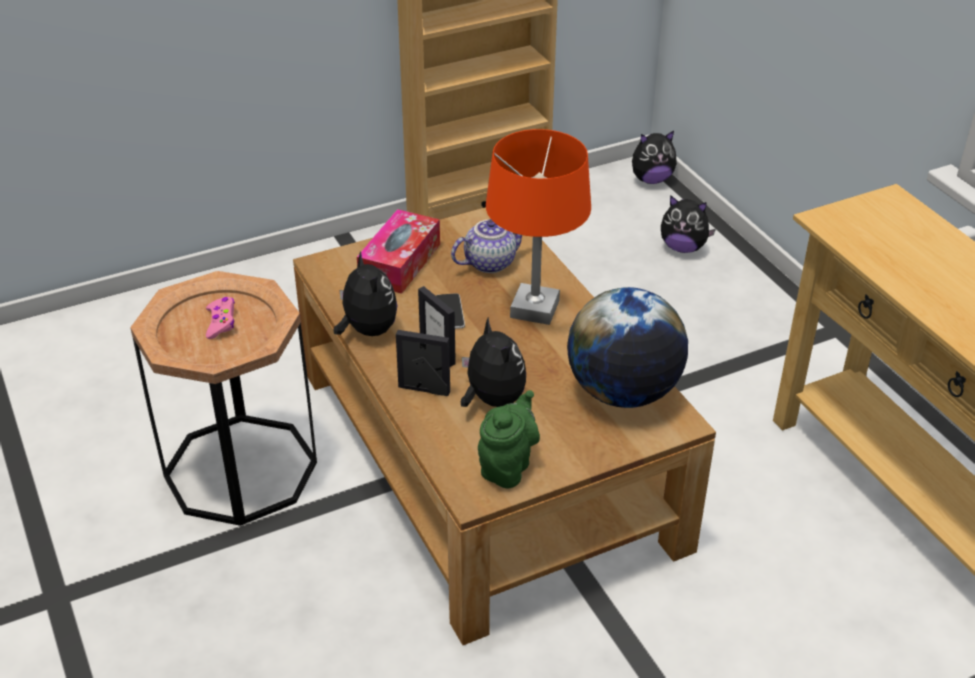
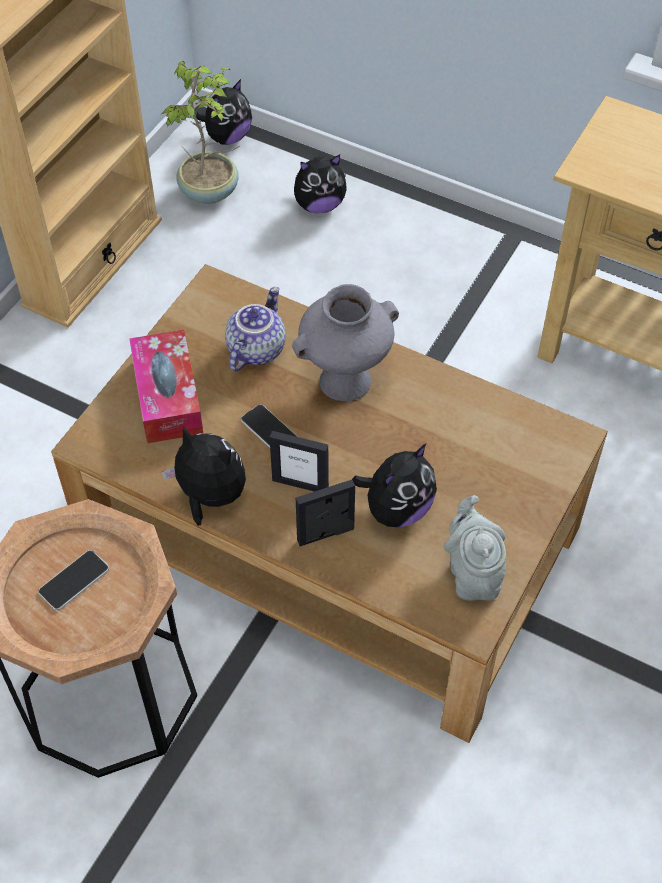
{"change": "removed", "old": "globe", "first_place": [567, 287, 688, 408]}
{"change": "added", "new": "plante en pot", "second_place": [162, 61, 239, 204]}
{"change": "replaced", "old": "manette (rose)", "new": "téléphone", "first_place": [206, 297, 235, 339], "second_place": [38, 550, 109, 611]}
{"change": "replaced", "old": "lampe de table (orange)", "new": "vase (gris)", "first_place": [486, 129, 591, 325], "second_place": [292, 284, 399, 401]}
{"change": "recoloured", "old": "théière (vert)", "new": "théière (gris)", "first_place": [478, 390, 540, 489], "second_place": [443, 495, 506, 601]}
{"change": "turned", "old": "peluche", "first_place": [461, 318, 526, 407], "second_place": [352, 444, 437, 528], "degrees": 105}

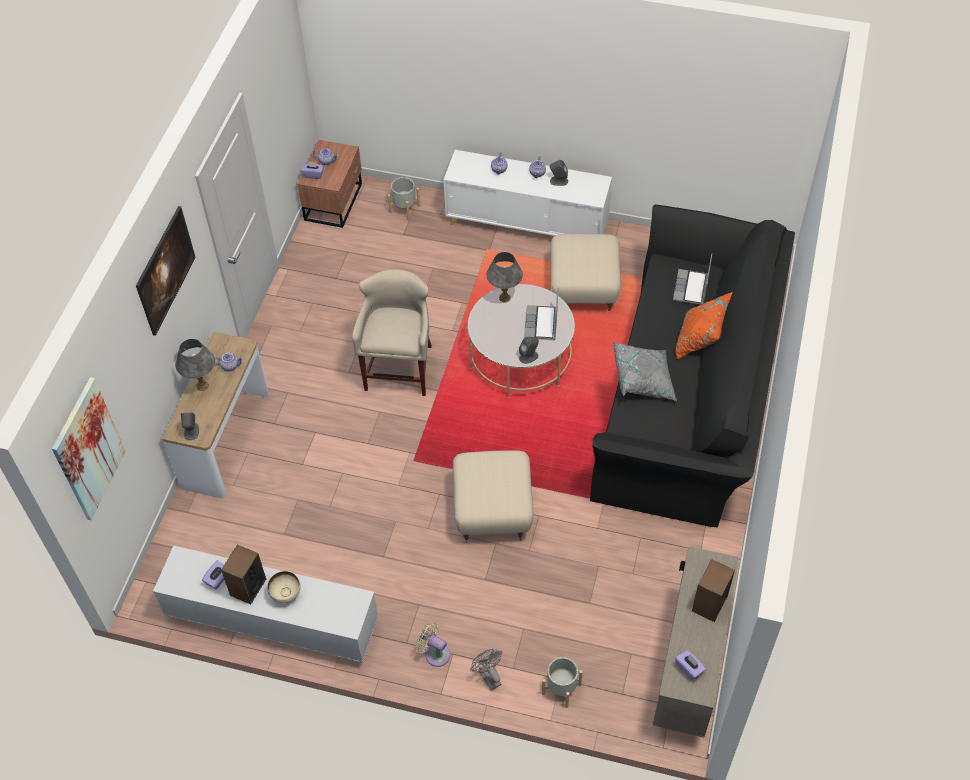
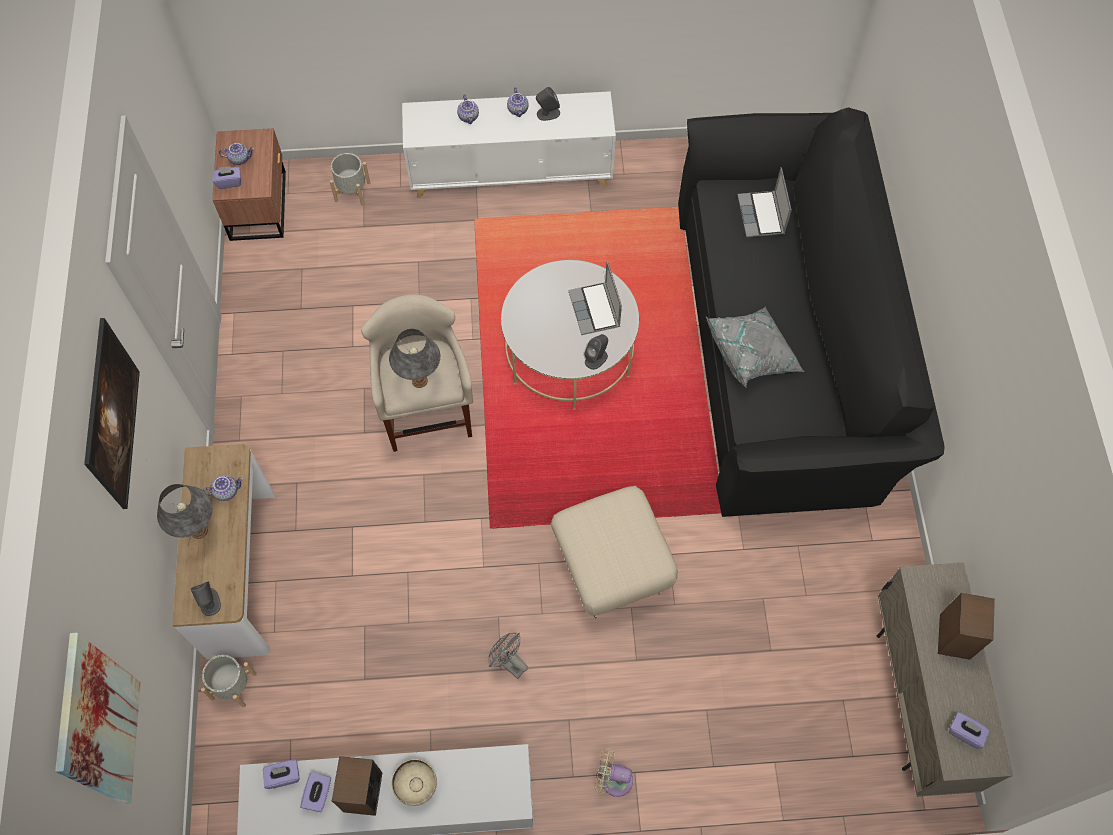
{"change": "removed", "old": "pouf (beige)", "first_place": [551, 234, 621, 313]}
{"change": "removed", "old": "coussin (orange)", "first_place": [675, 292, 732, 360]}
{"change": "added", "new": "boîte à mouchoirs (violet)", "second_place": [263, 760, 300, 789]}
{"change": "moved", "old": "ventilateur (gris)", "first_place": [470, 649, 502, 690], "second_place": [488, 633, 528, 679]}
{"change": "moved", "old": "lampe de table (gris)", "first_place": [486, 252, 523, 302], "second_place": [389, 329, 440, 388]}
{"change": "moved", "old": "cache-pot (gris)", "first_place": [542, 657, 583, 708], "second_place": [201, 655, 257, 708]}

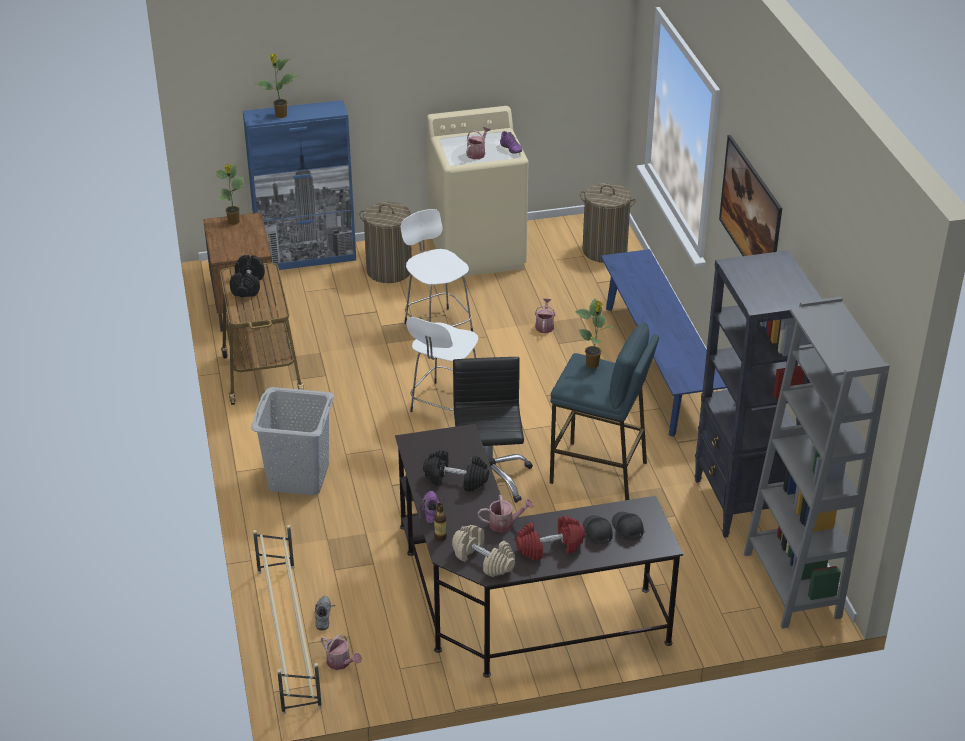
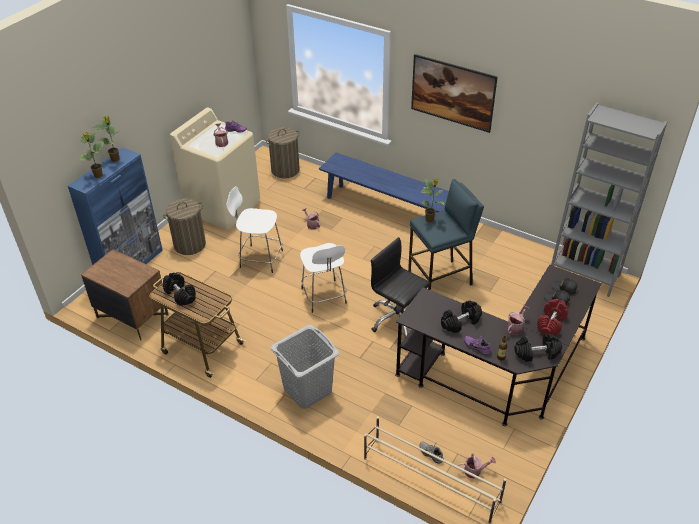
{"change": "removed", "old": "bibliothèque (noir)", "first_place": [694, 250, 822, 538]}
{"change": "moved", "old": "plante en pot", "first_place": [216, 164, 244, 225], "second_place": [93, 116, 122, 162]}
{"change": "recoloured", "old": "haltère (beige)", "new": "haltère (noir)", "first_place": [452, 525, 515, 578], "second_place": [514, 334, 562, 362]}

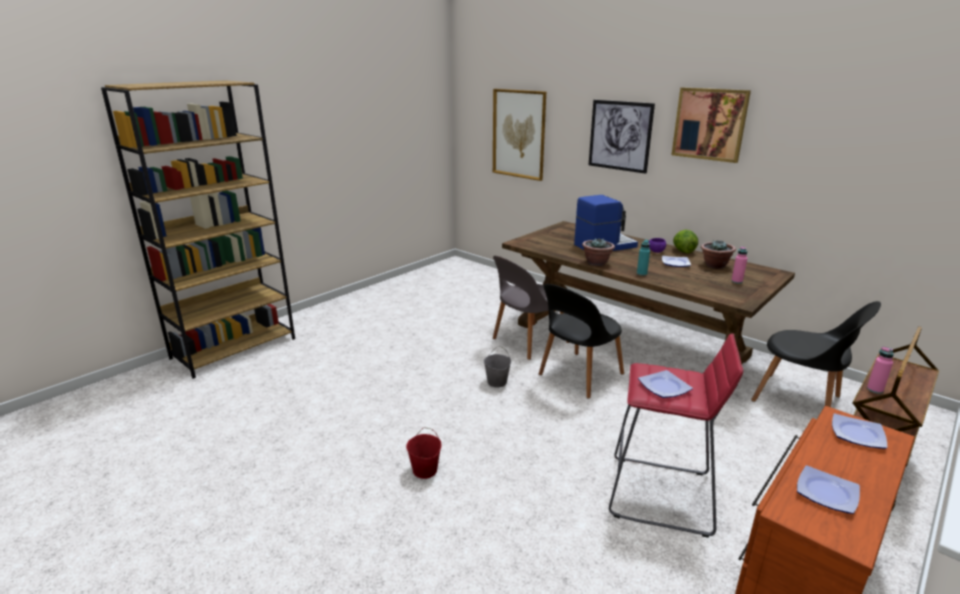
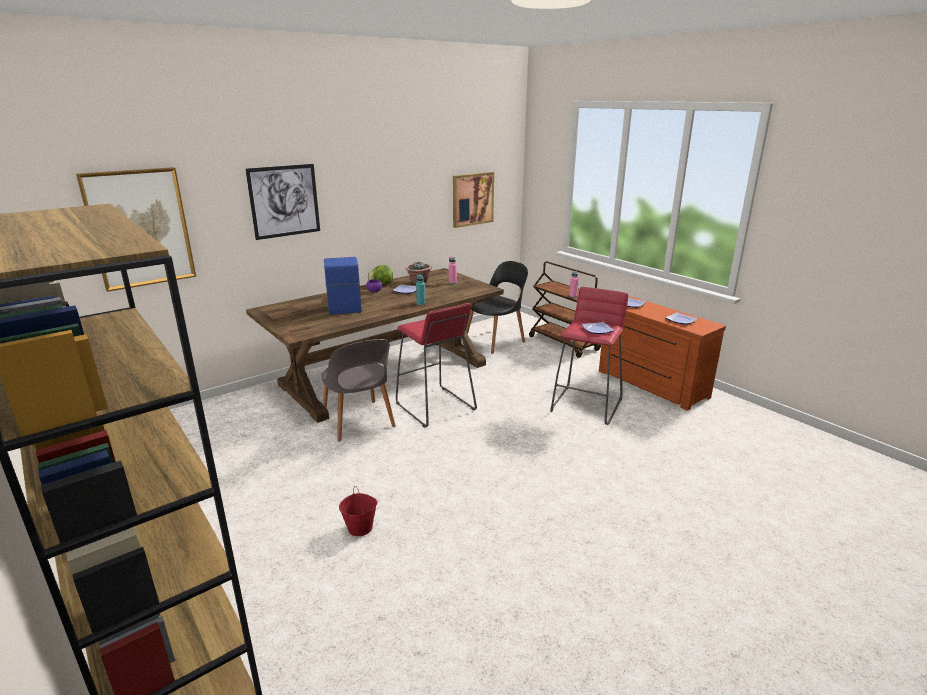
{"change": "removed", "old": "seau (gris)", "first_place": [484, 346, 511, 387]}
{"change": "removed", "old": "plante en pot", "first_place": [582, 237, 615, 266]}
{"change": "moved", "old": "seau (rouge)", "first_place": [406, 428, 441, 479], "second_place": [339, 486, 378, 536]}
{"change": "moved", "old": "tableau", "first_place": [672, 87, 751, 163], "second_place": [453, 172, 494, 228]}
{"change": "replaced", "old": "chaise (noir)", "new": "tabouret (rouge)", "first_place": [539, 284, 624, 399], "second_place": [396, 303, 477, 428]}

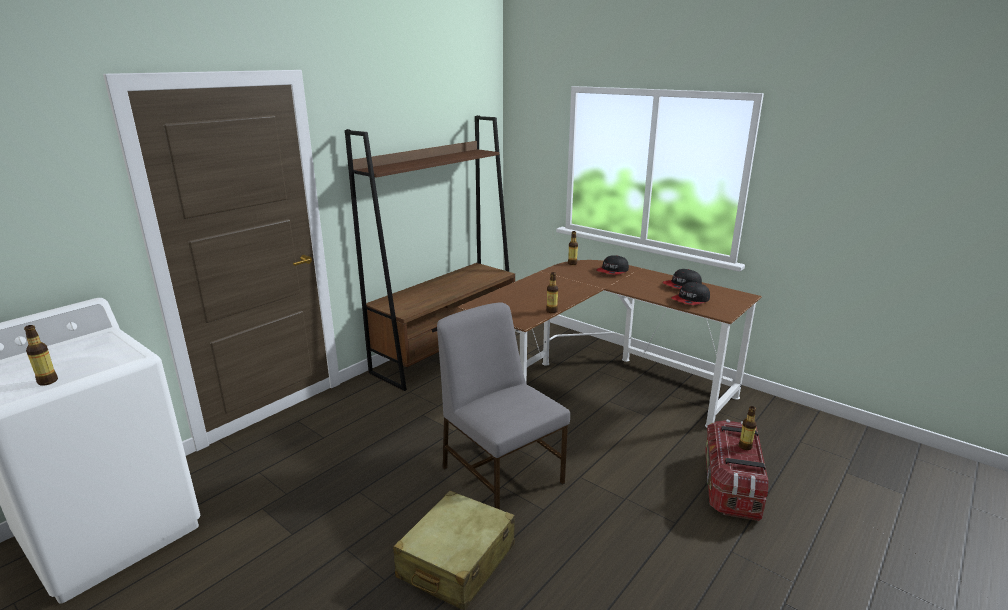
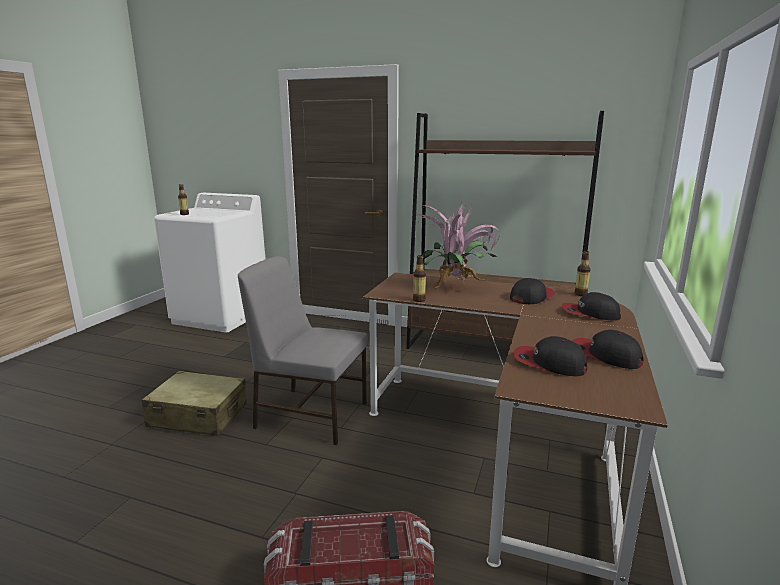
{"change": "removed", "old": "bouteille", "first_place": [739, 406, 757, 450]}
{"change": "added", "new": "plante en pot", "second_place": [418, 201, 499, 291]}
{"change": "added", "new": "casquette", "second_place": [510, 278, 555, 304]}
{"change": "turned", "old": "chaise (gris)", "first_place": [437, 302, 570, 509], "second_place": [238, 256, 368, 445], "degrees": -105}

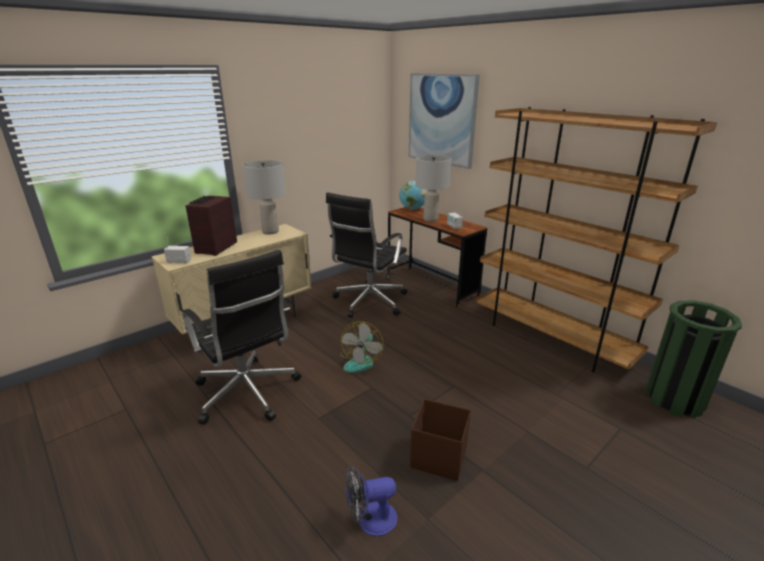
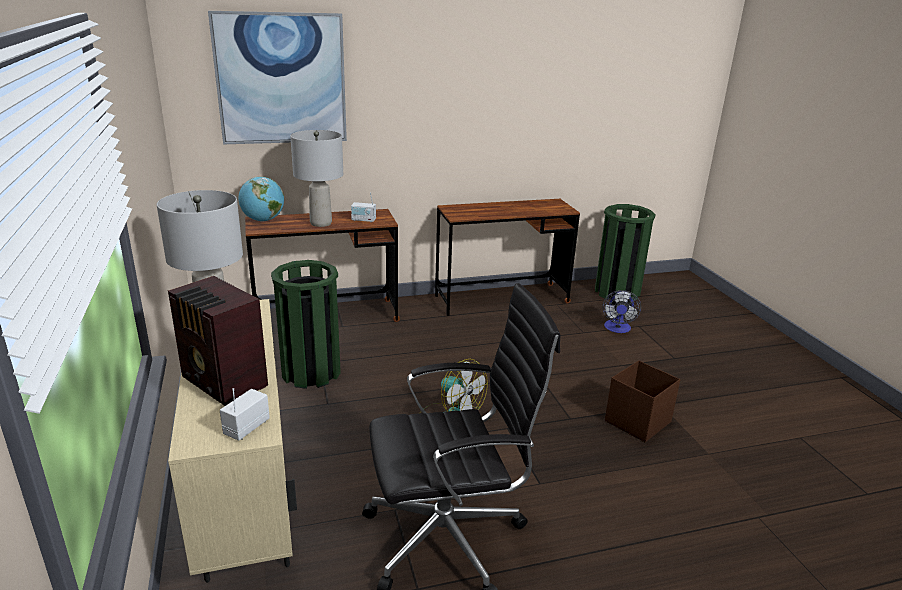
{"change": "moved", "old": "ventilateur", "first_place": [346, 465, 397, 536], "second_place": [602, 290, 641, 333]}
{"change": "replaced", "old": "chaise de bureau (noir)", "new": "poubelle (vert)", "first_place": [326, 193, 407, 318], "second_place": [271, 260, 341, 389]}
{"change": "replaced", "old": "bibliothèque (marron)", "new": "bureau (marron)", "first_place": [476, 107, 717, 373], "second_place": [435, 199, 580, 316]}

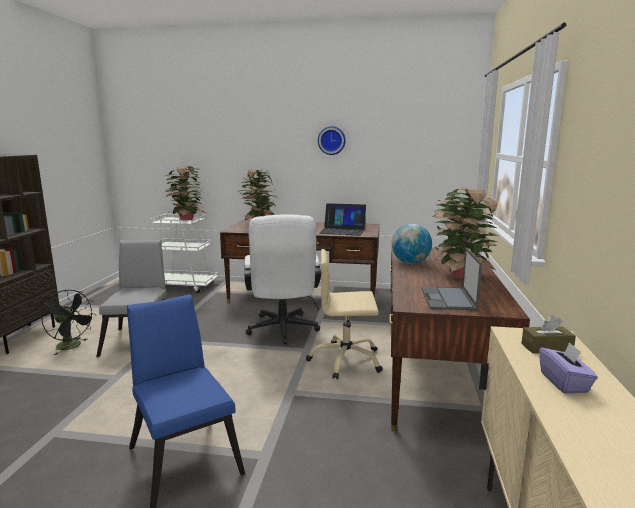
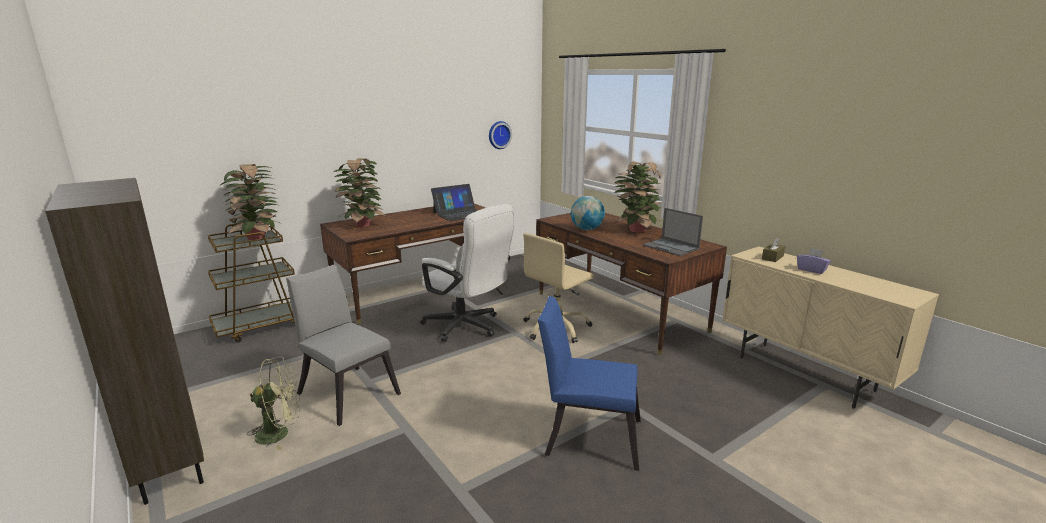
{"change": "moved", "old": "horloge murale", "first_place": [318, 126, 345, 155], "second_place": [489, 121, 512, 149]}
{"change": "recoloured", "old": "ventilateur (noir)", "new": "ventilateur (vert)", "first_place": [41, 290, 96, 355], "second_place": [247, 357, 300, 450]}
{"change": "recoloured", "old": "chariot (blanc)", "new": "chariot (marron)", "first_place": [150, 213, 218, 293], "second_place": [208, 223, 295, 343]}

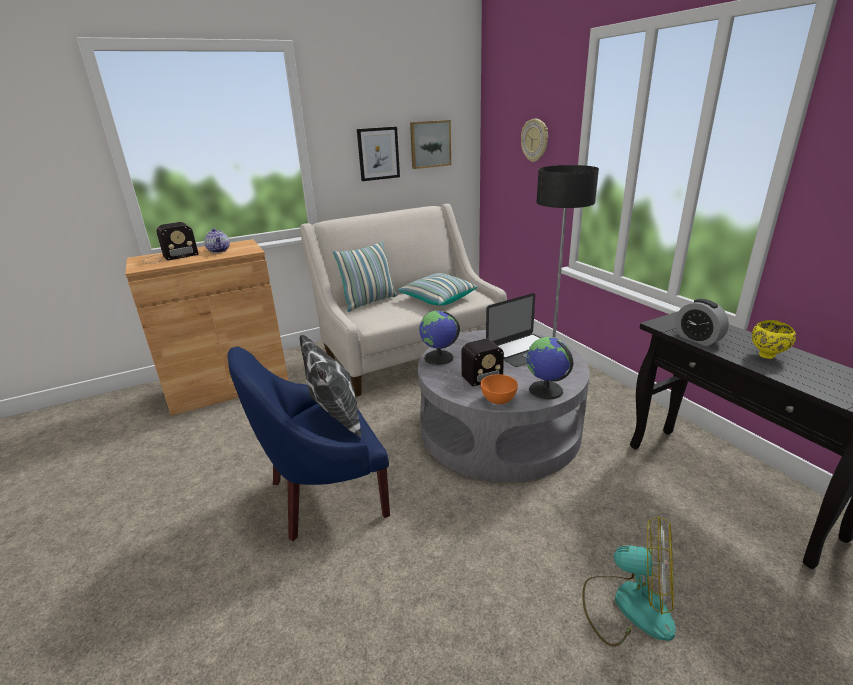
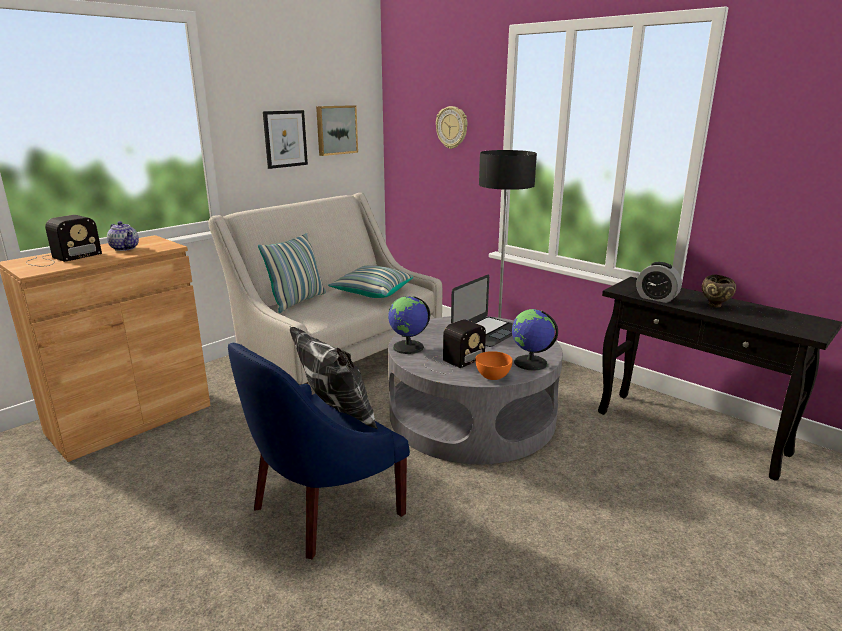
{"change": "removed", "old": "ventilateur", "first_place": [582, 516, 676, 647]}
{"change": "recoloured", "old": "bol (jaune)", "new": "bol (marron)", "first_place": [752, 320, 796, 359], "second_place": [702, 275, 736, 307]}

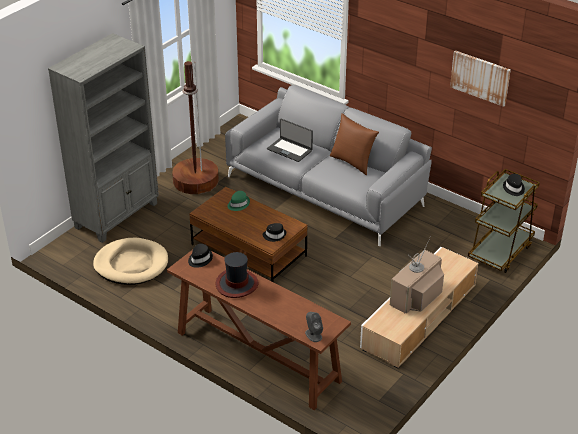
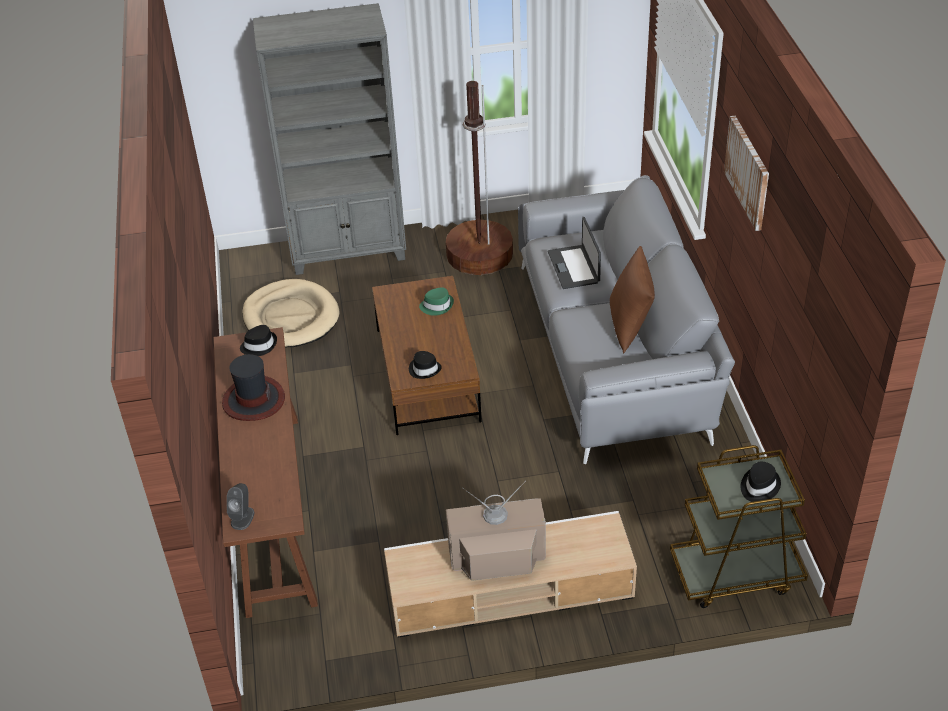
{"change": "moved", "old": "tableau", "first_place": [450, 50, 511, 107], "second_place": [724, 116, 769, 231]}

